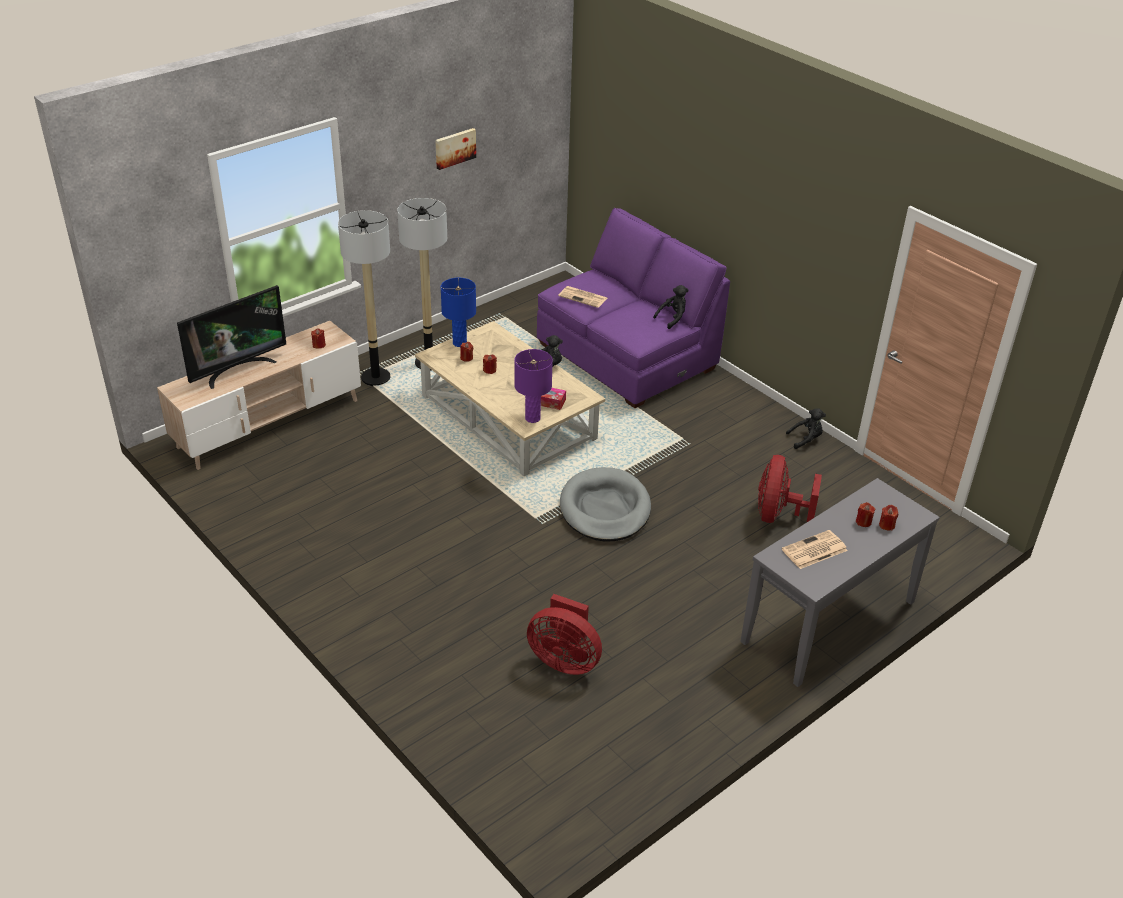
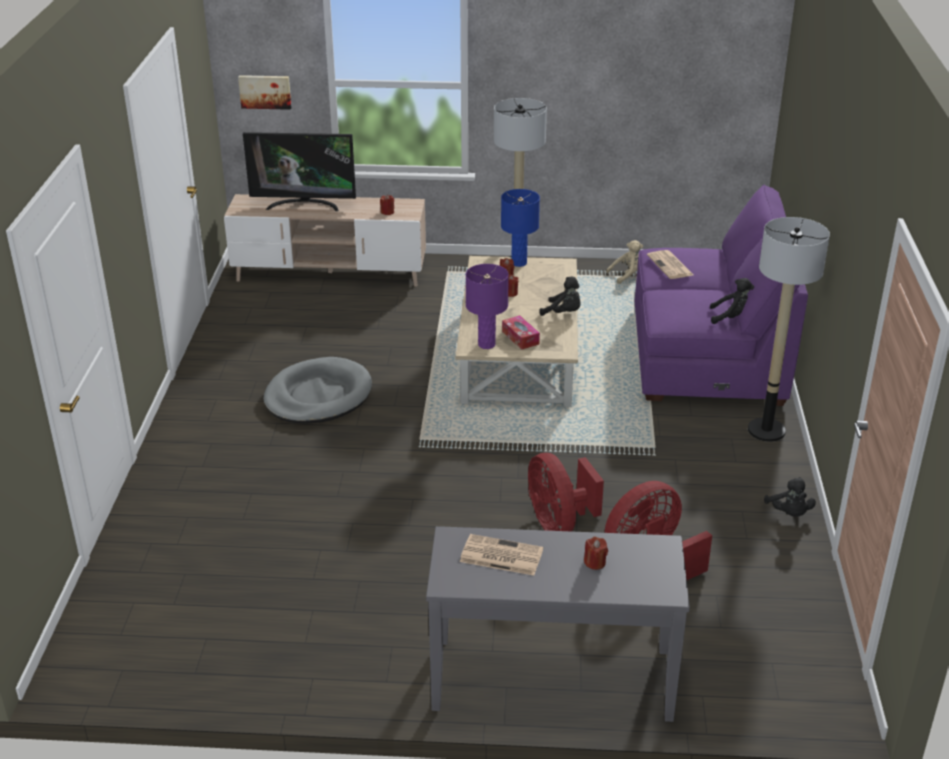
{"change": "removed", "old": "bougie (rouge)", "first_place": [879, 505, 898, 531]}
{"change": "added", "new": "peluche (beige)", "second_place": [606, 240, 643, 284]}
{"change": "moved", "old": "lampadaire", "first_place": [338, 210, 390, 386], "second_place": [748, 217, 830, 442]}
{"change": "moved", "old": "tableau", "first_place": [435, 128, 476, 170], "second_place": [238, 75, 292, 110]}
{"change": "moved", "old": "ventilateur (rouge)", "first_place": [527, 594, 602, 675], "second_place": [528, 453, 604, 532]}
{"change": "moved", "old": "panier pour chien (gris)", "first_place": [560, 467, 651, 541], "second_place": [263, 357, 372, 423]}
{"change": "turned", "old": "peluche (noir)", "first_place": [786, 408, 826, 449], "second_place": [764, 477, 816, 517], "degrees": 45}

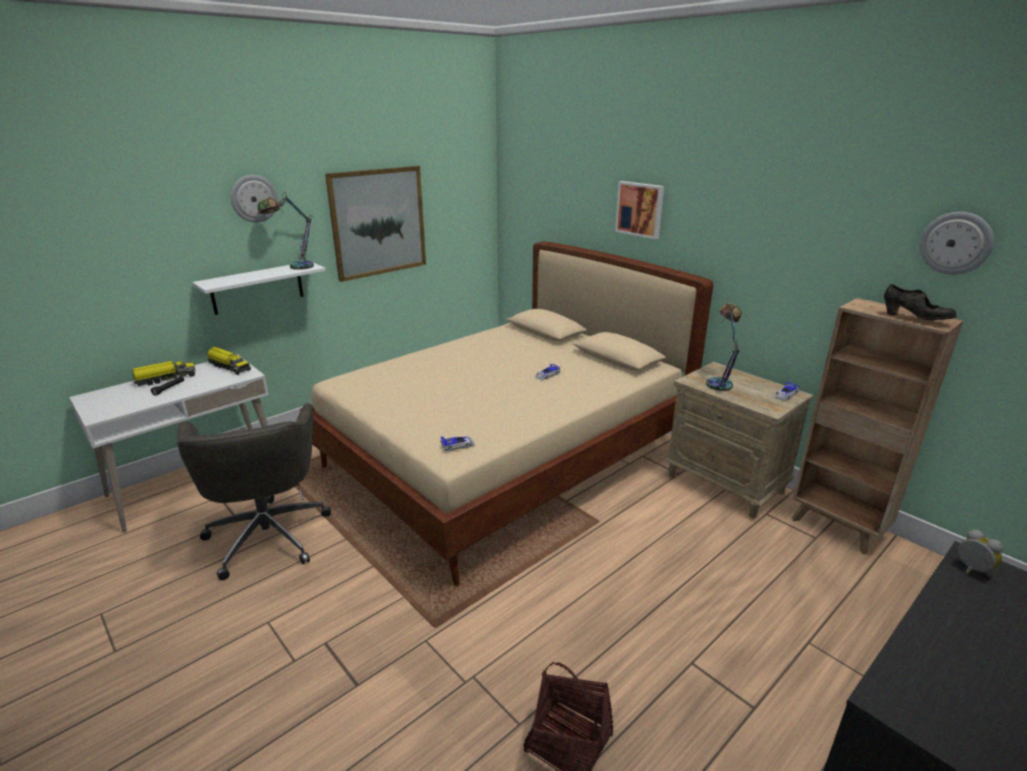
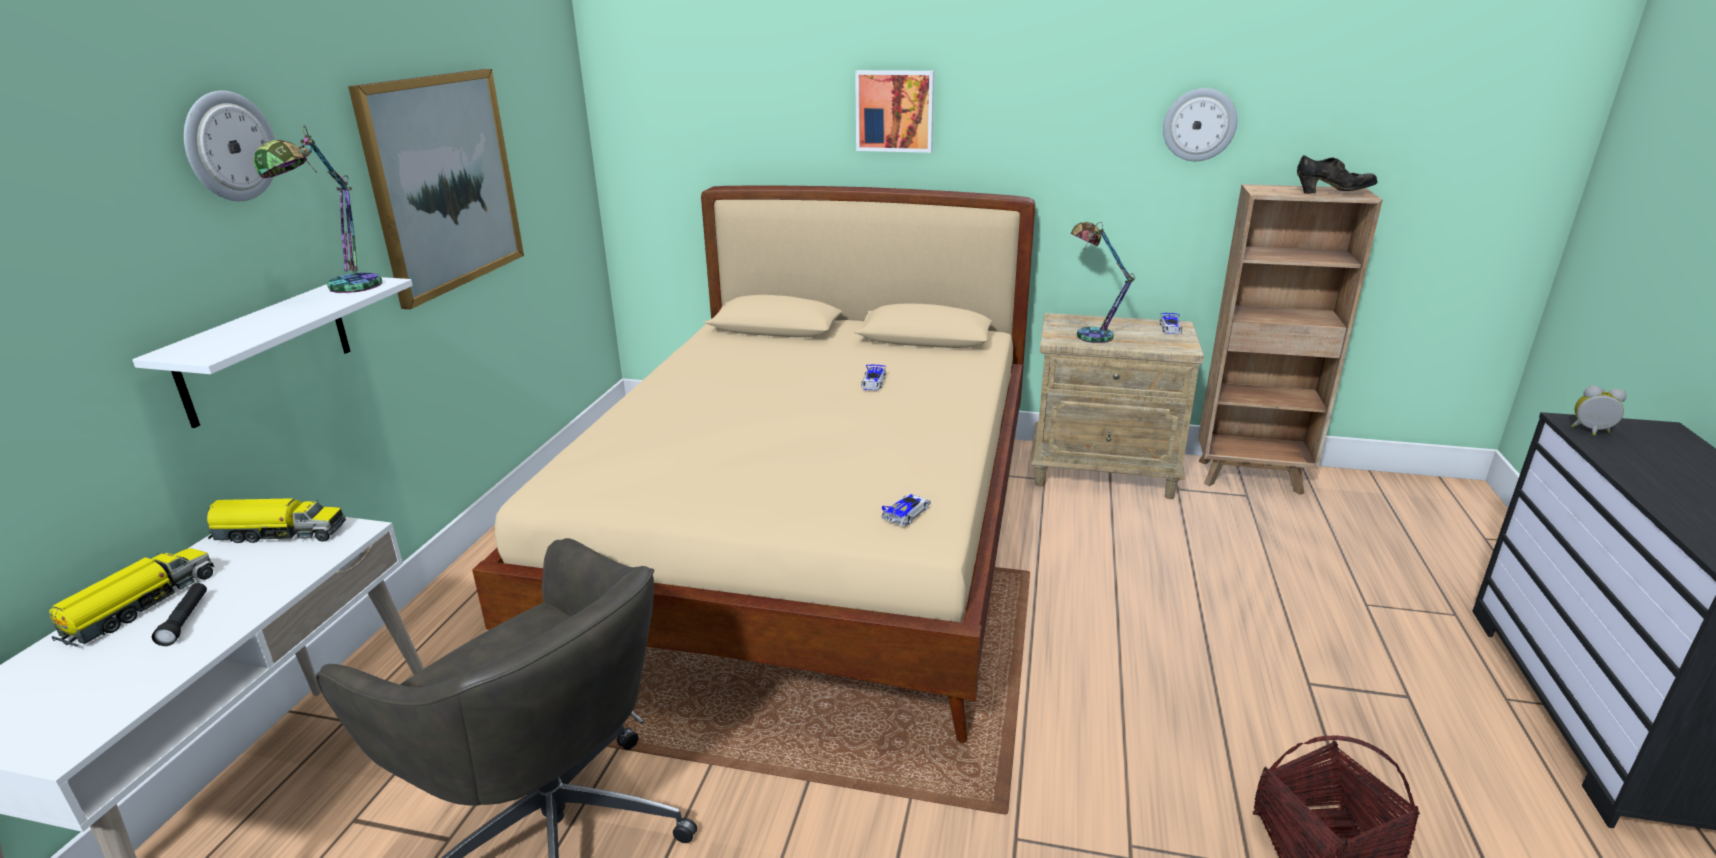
{"change": "moved", "old": "horloge murale", "first_place": [919, 212, 994, 275], "second_place": [1163, 88, 1237, 161]}

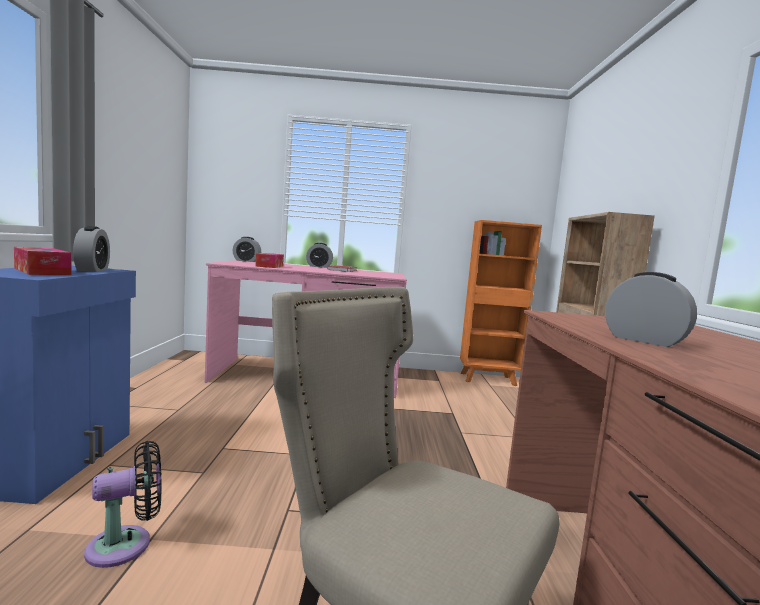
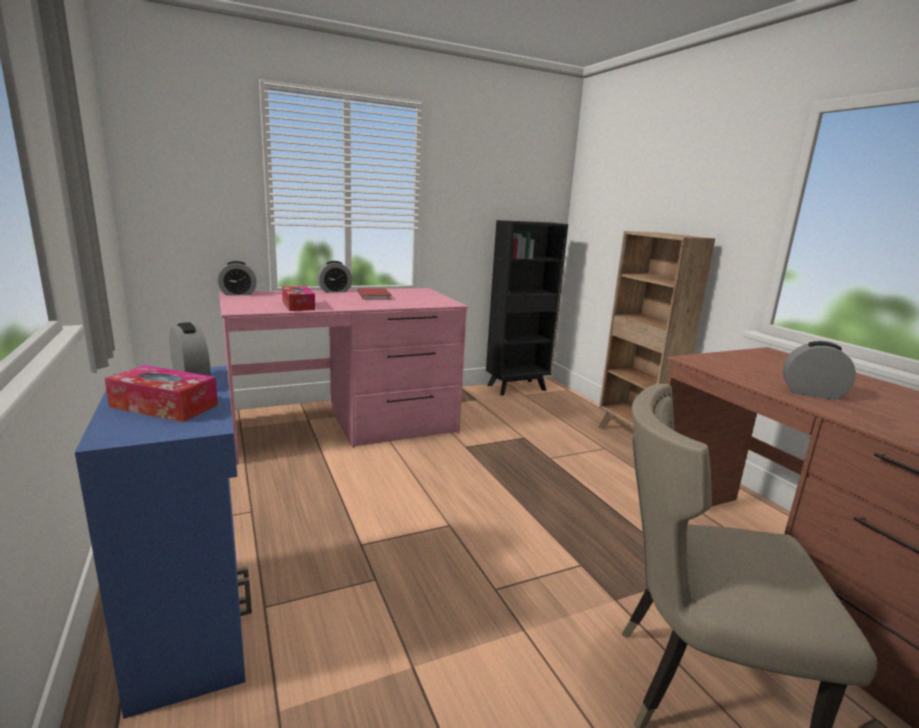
{"change": "removed", "old": "ventilateur (noir)", "first_place": [84, 441, 162, 568]}
{"change": "recoloured", "old": "bibliothèque (orange)", "new": "bibliothèque (noir)", "first_place": [460, 220, 542, 386], "second_place": [486, 220, 568, 396]}

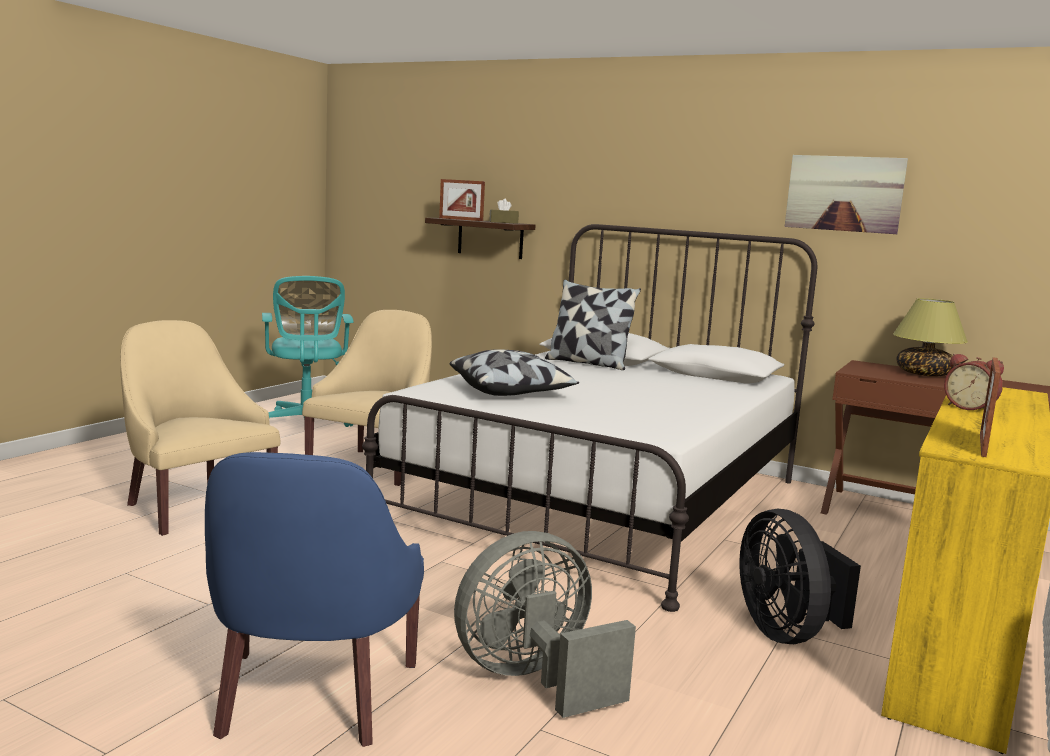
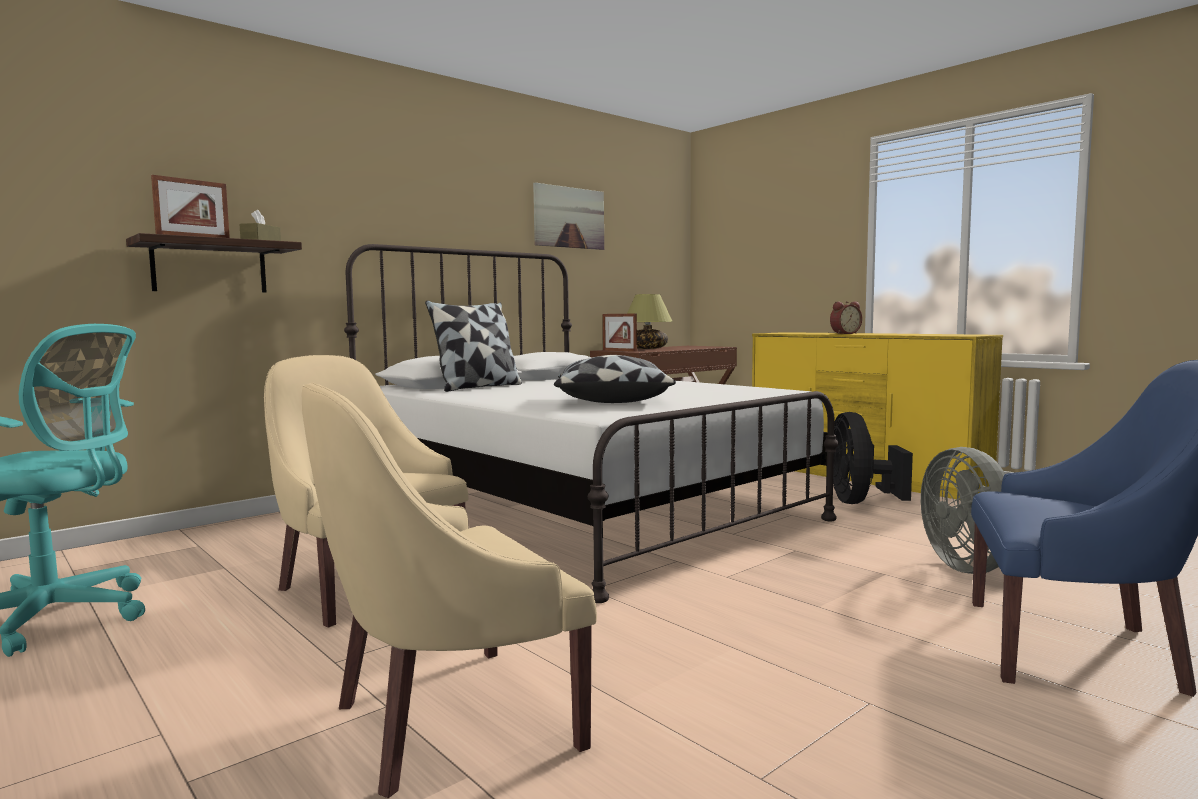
{"change": "moved", "old": "cadre photo", "first_place": [980, 357, 1001, 457], "second_place": [603, 313, 637, 352]}
{"change": "turned", "old": "ventilateur (noir)", "first_place": [739, 508, 861, 644], "second_place": [833, 412, 913, 504], "degrees": 90}

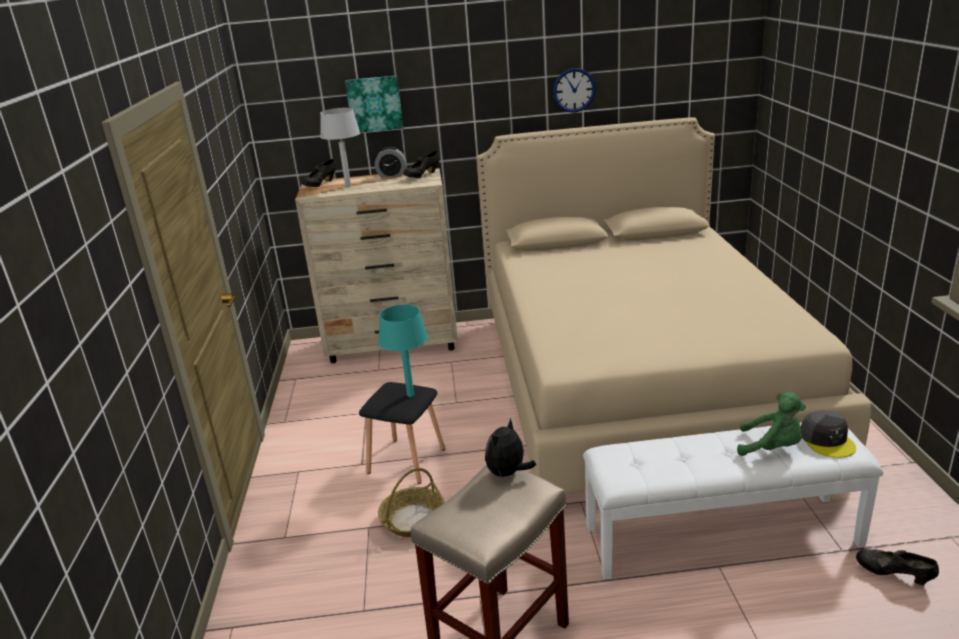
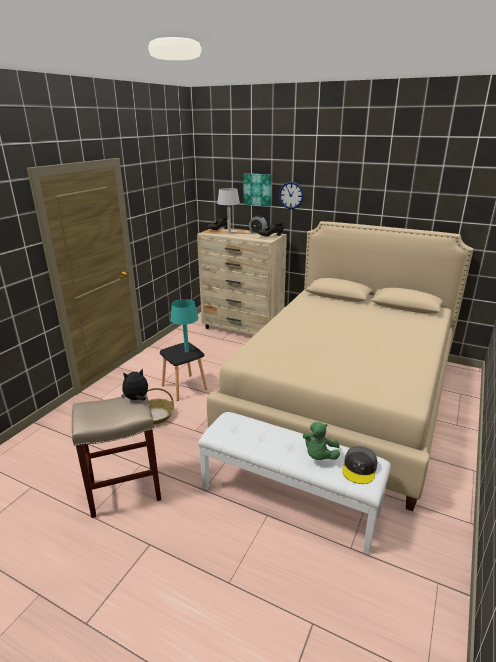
{"change": "removed", "old": "chaussure (noir)", "first_place": [856, 549, 939, 585]}
{"change": "moved", "old": "horloge murale", "first_place": [553, 68, 596, 113], "second_place": [279, 182, 304, 209]}
{"change": "turned", "old": "peluche (vert)", "first_place": [737, 392, 806, 456], "second_place": [303, 422, 340, 460], "degrees": 60}

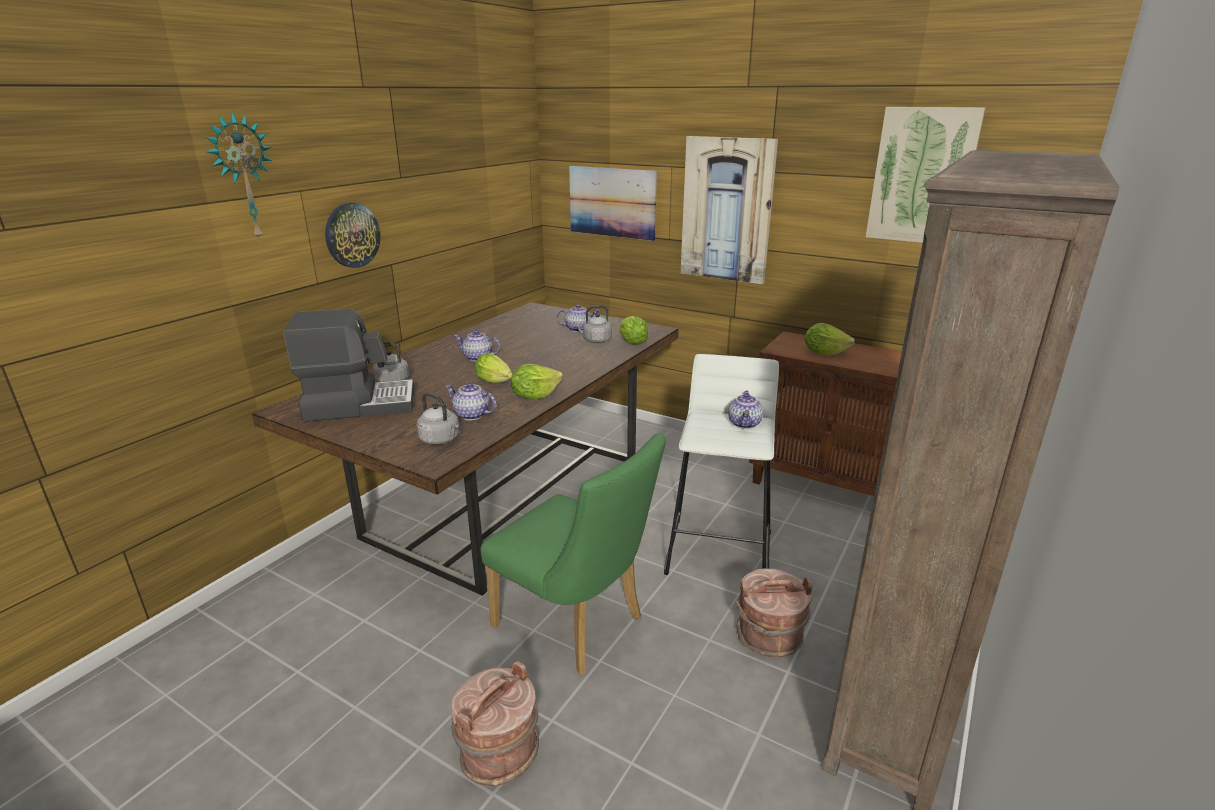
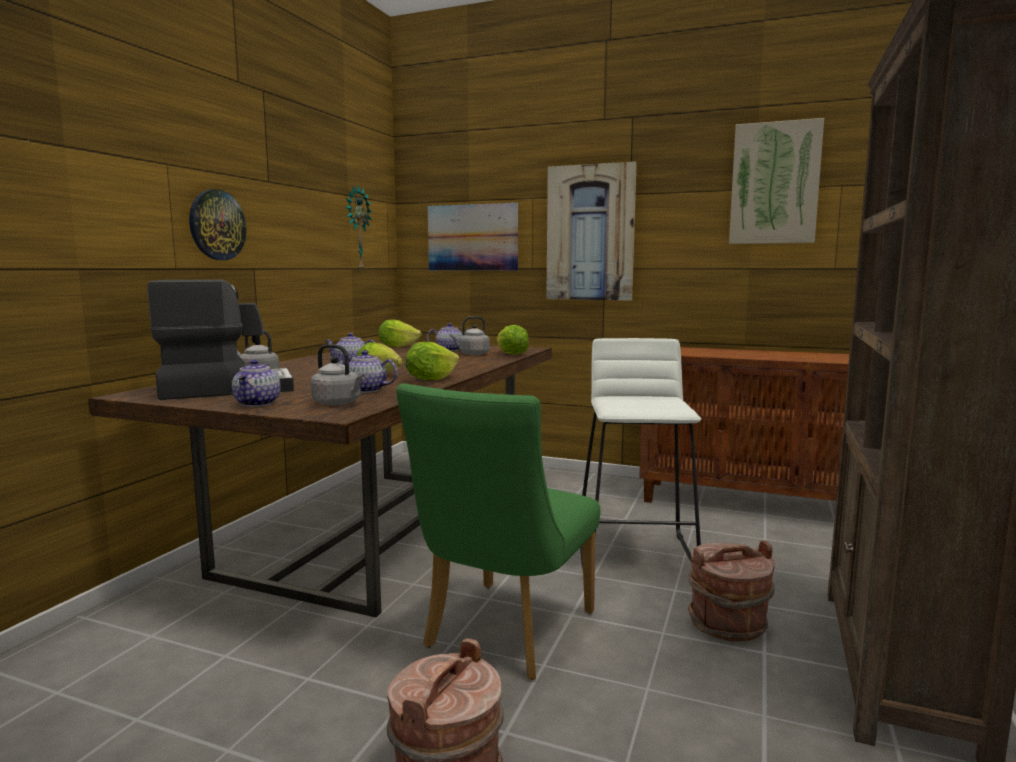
{"change": "moved", "old": "horloge murale", "first_place": [205, 111, 272, 242], "second_place": [345, 185, 372, 272]}
{"change": "moved", "old": "théière", "first_place": [728, 391, 763, 429], "second_place": [232, 359, 280, 407]}
{"change": "moved", "old": "laitue", "first_place": [805, 323, 855, 356], "second_place": [378, 319, 422, 348]}
{"change": "turned", "old": "chaise (vert)", "first_place": [480, 433, 666, 675], "second_place": [396, 383, 601, 680], "degrees": 90}

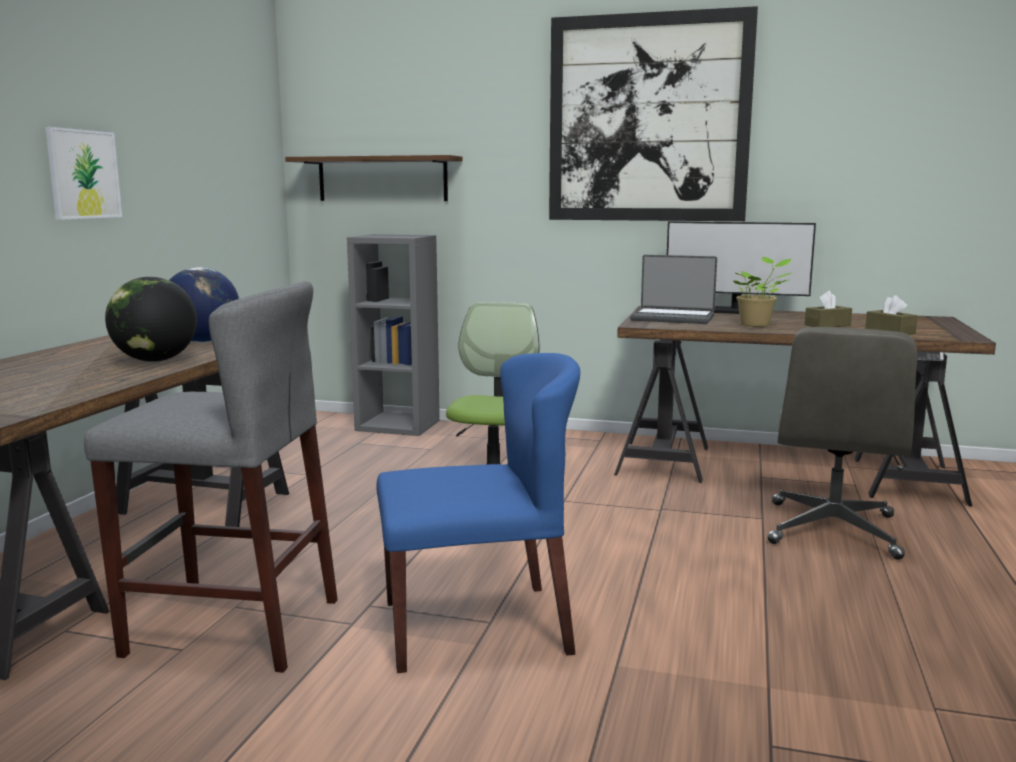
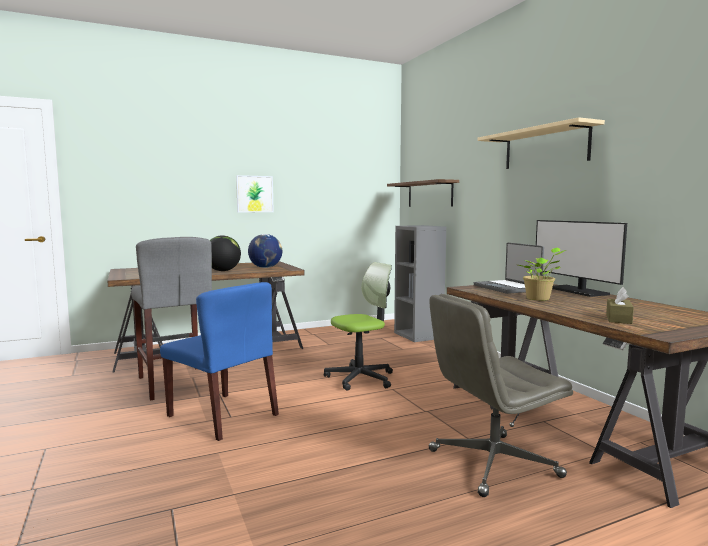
{"change": "removed", "old": "boîte à mouchoirs (marron)", "first_place": [805, 291, 852, 327]}
{"change": "replaced", "old": "tableau", "new": "étagère (beige)", "first_place": [549, 6, 758, 221], "second_place": [478, 117, 605, 169]}

